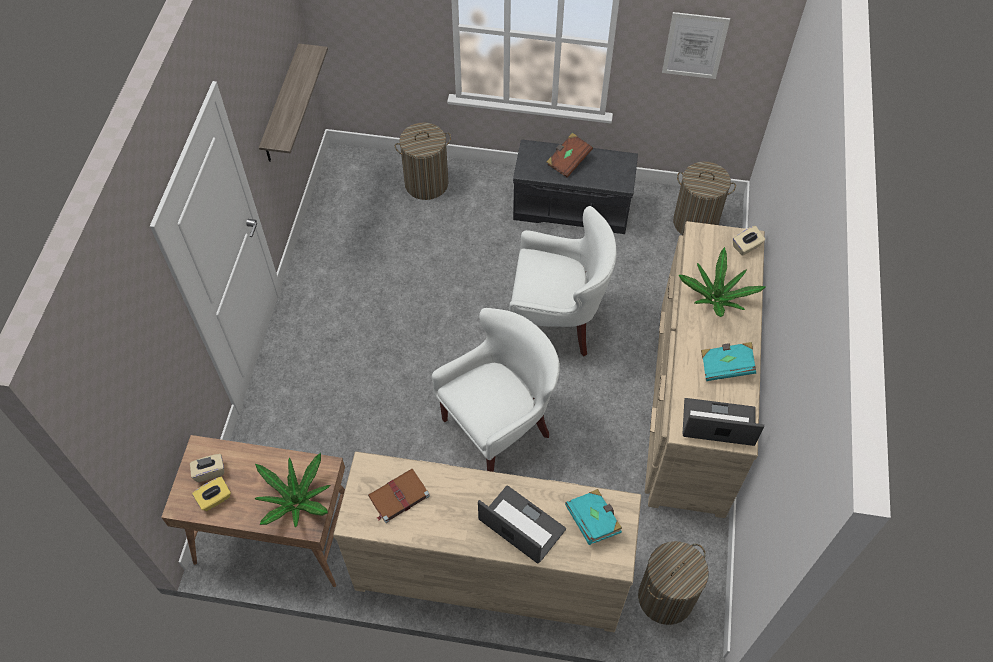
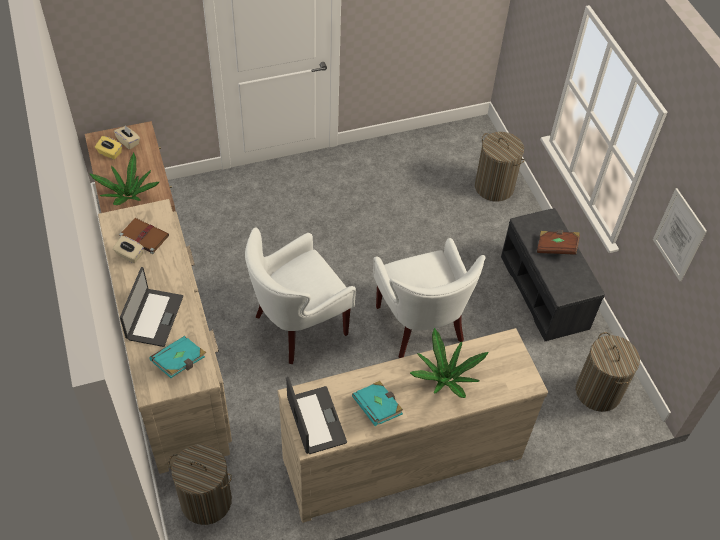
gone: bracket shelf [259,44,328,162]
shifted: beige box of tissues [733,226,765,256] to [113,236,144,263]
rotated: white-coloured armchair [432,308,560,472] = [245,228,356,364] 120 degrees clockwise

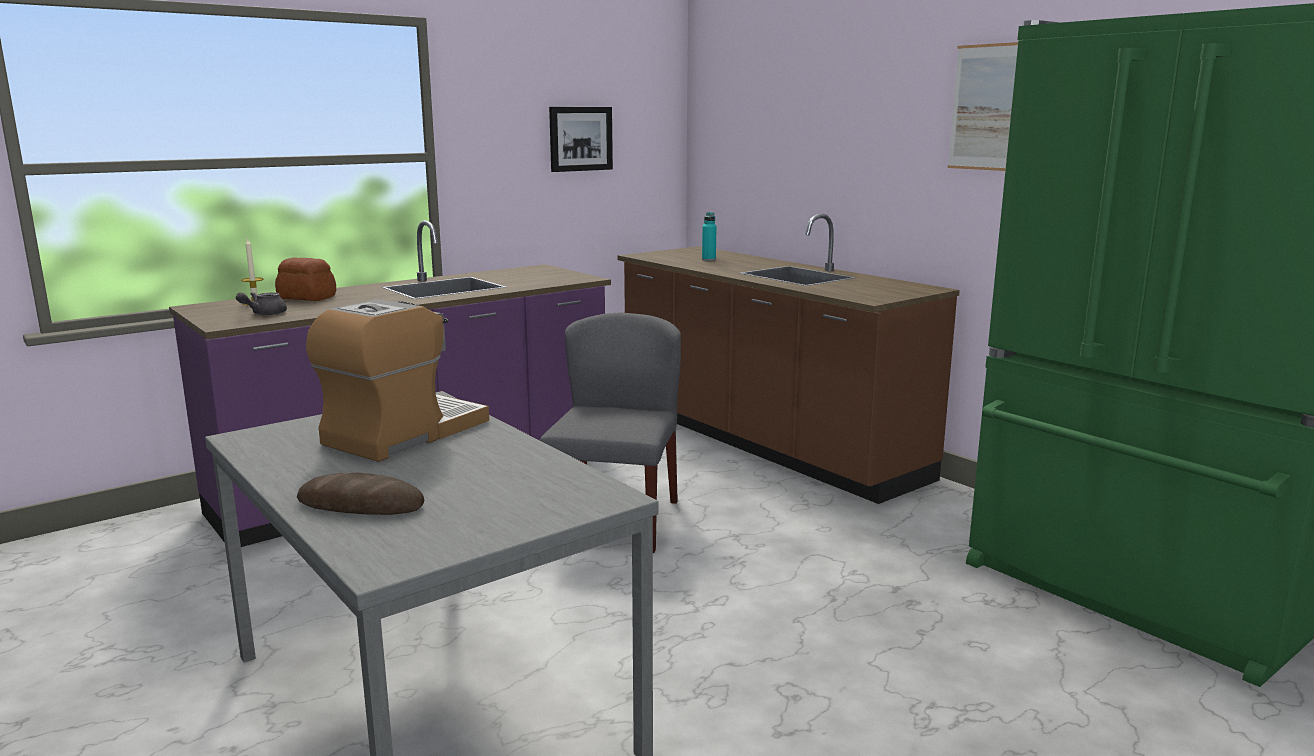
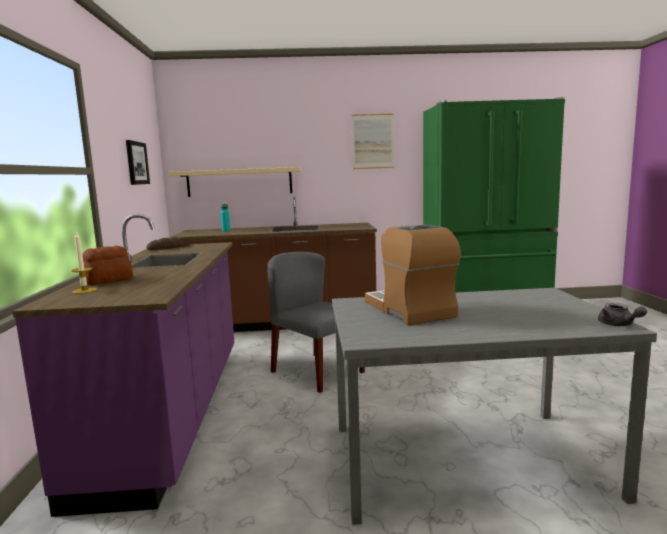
new: beige bracket shelf [168,167,301,197]
shifted: greyish tea pot [236,292,287,315] to [598,303,647,326]; bread [297,473,425,515] to [146,237,191,250]

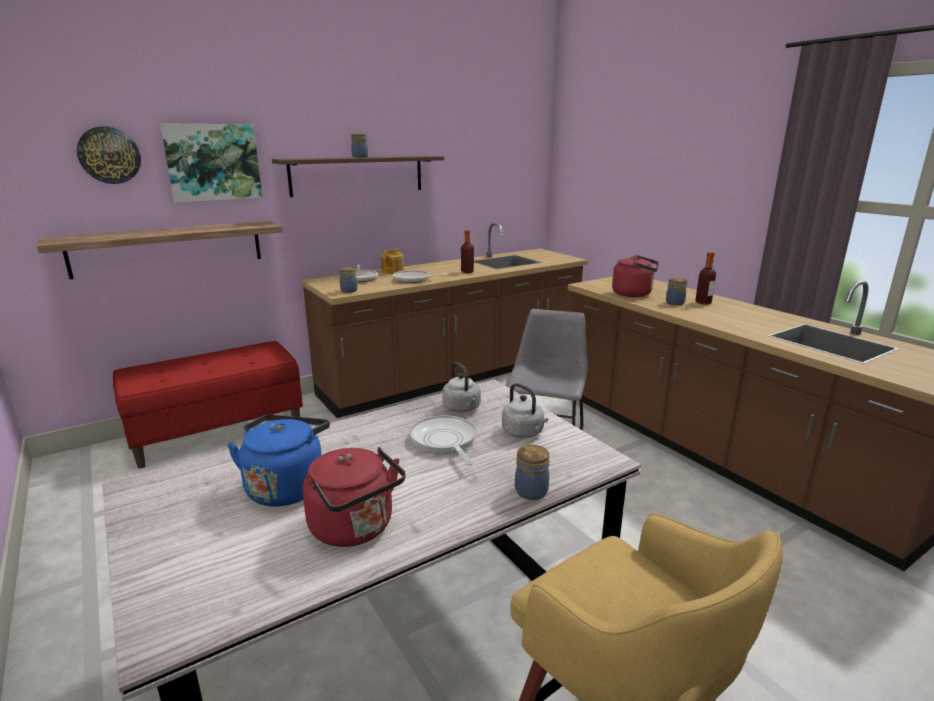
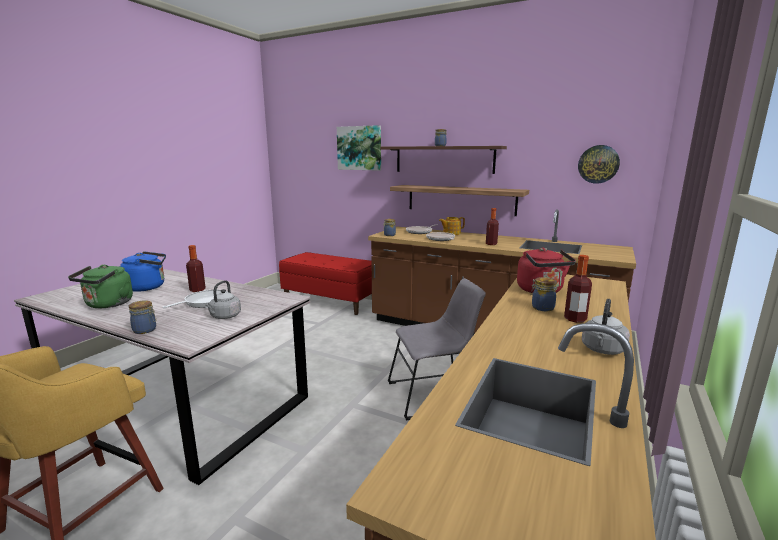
new: drink bottle [186,245,206,292]
shifted: bracket shelf [37,221,283,279] to [390,185,529,216]; clock on the wall [77,126,141,184] to [578,145,620,184]; greyish kettle [442,362,481,412] to [582,299,630,355]
repainted: red-coloured kettle [303,447,406,547] to greenish kettle [68,265,133,308]

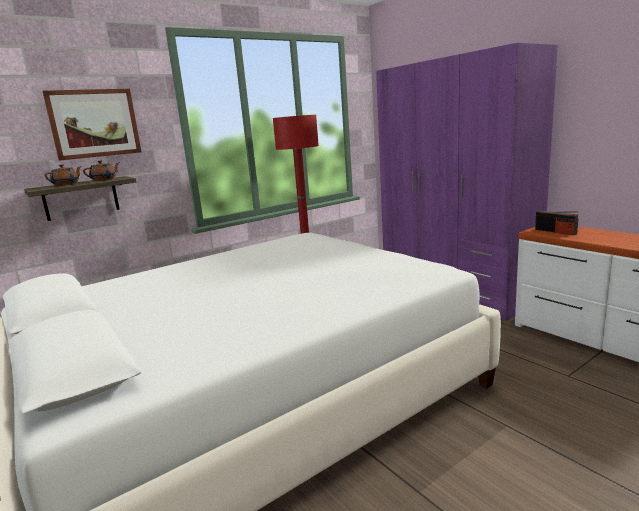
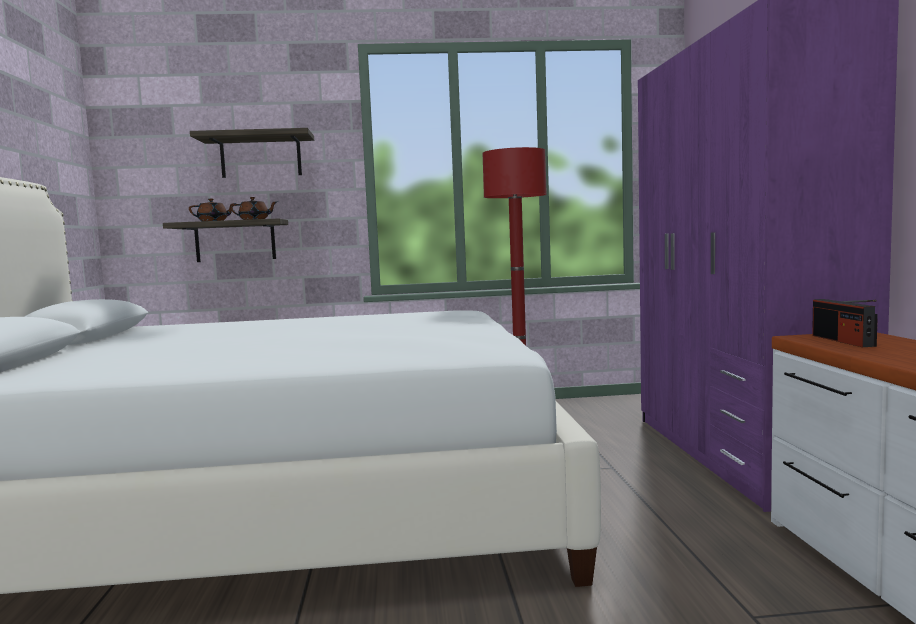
swapped: wall art [42,89,141,161] to bracket shelf [190,128,314,178]

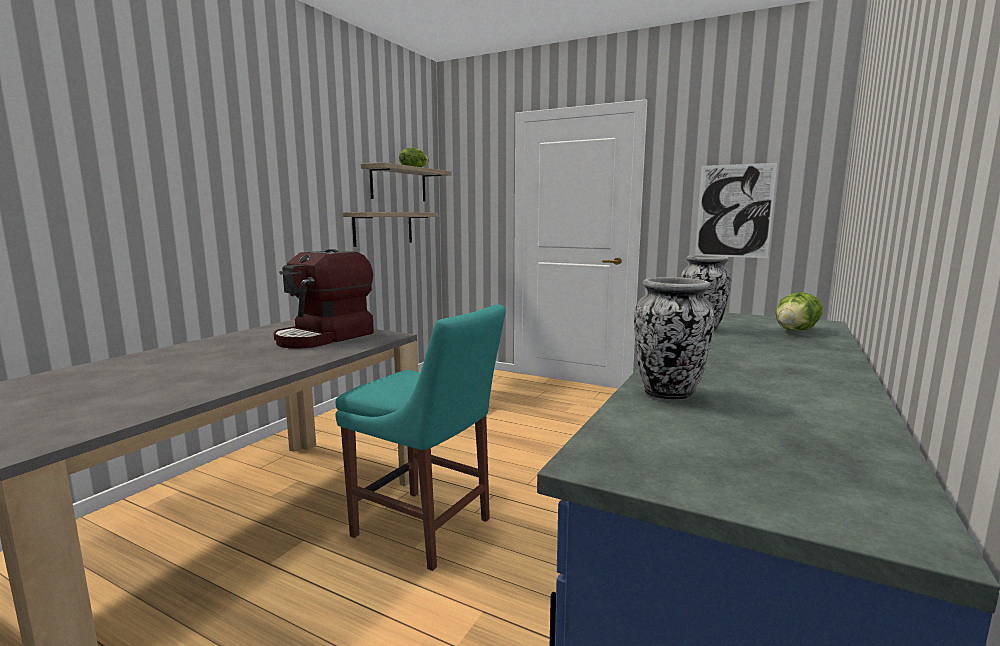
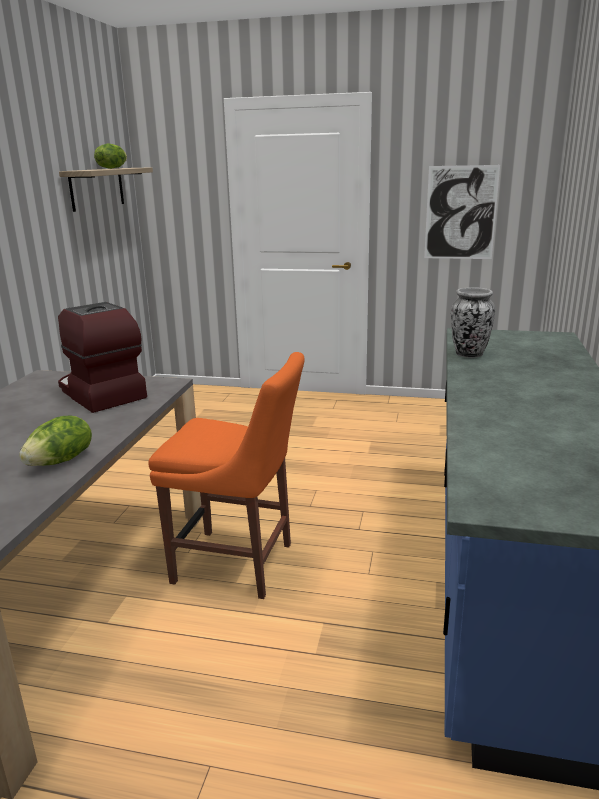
gone: bracket shelf [343,212,438,247]; decorative vase [634,277,715,401]
shifted: lettuce [776,292,823,331] to [19,415,92,466]
repainted: turquoise chair [335,304,506,571] to orangey chair [148,352,305,599]
rotated: coffee machine [274,249,374,348] = [58,302,147,413] 120 degrees clockwise

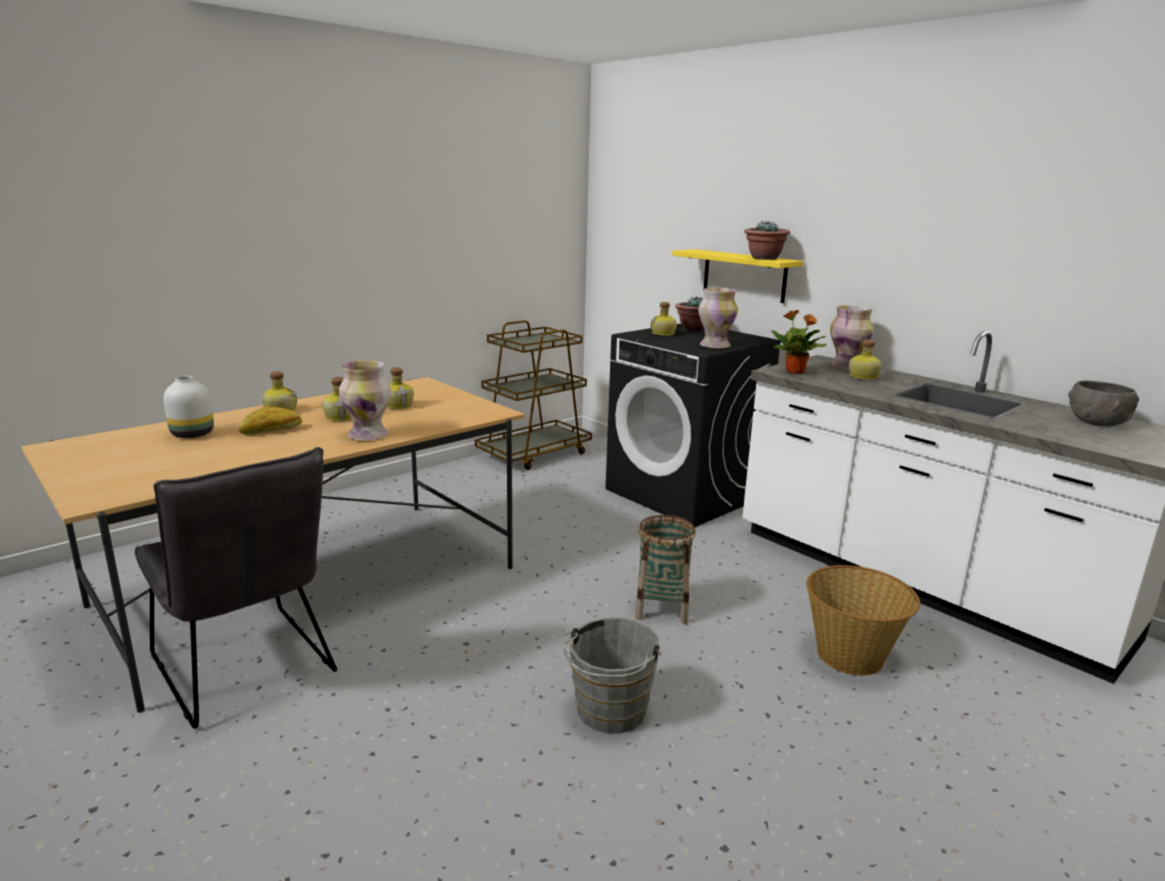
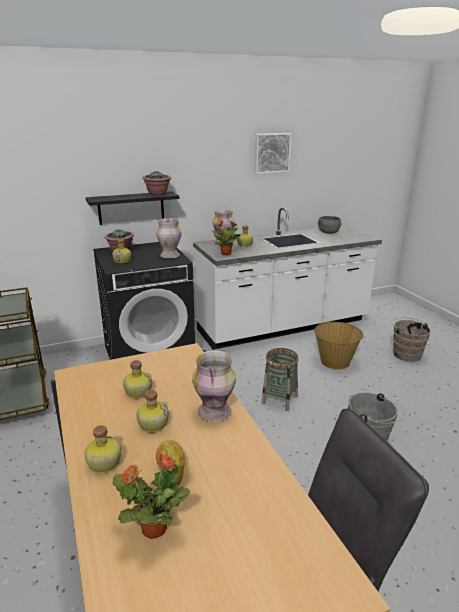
new: wall art [255,133,291,174]; brown-coloured water bucket [392,317,431,362]
swapped: white-coloured decorative vase [163,376,214,438] to houseplant [112,454,190,539]
repainted: yellow-coloured bracket shelf [672,249,803,303] to black-coloured bracket shelf [86,191,179,225]

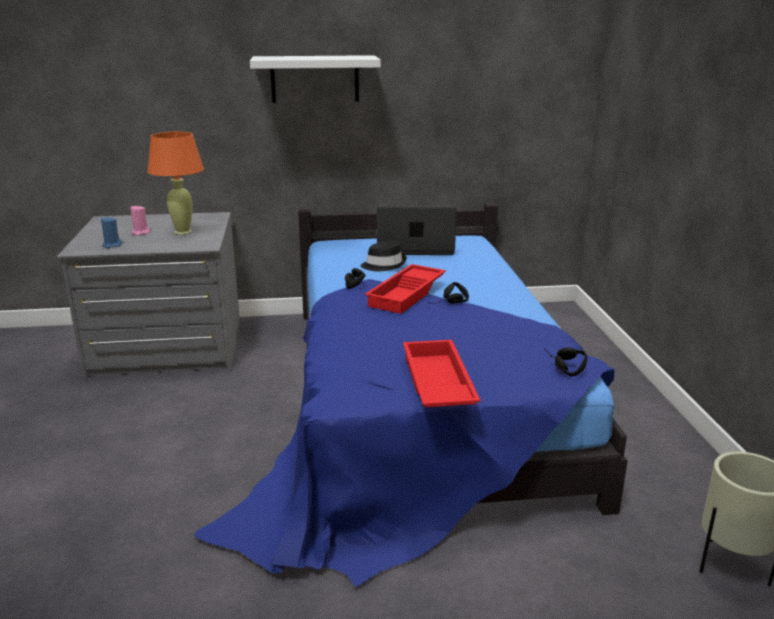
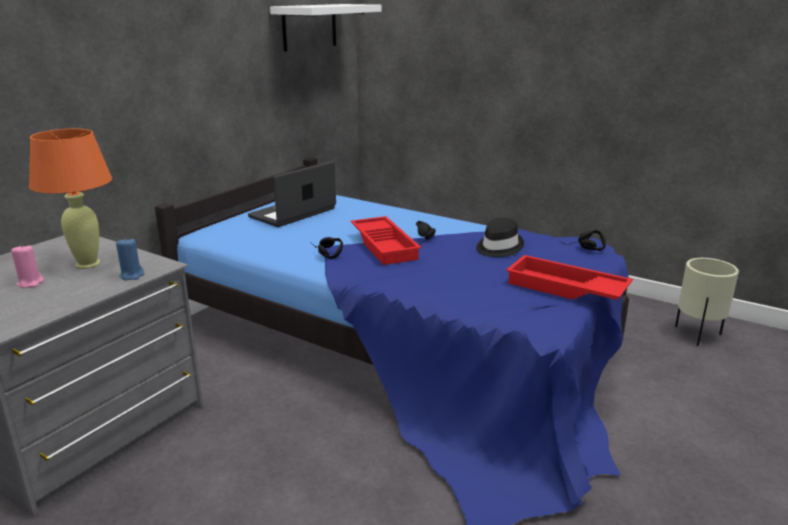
shifted: blue wax candle [101,217,122,249] to [116,238,144,280]; white-coloured bracket shelf [250,55,381,103] to [270,4,382,51]; black-coloured wearable hat [361,240,407,271] to [476,218,524,257]

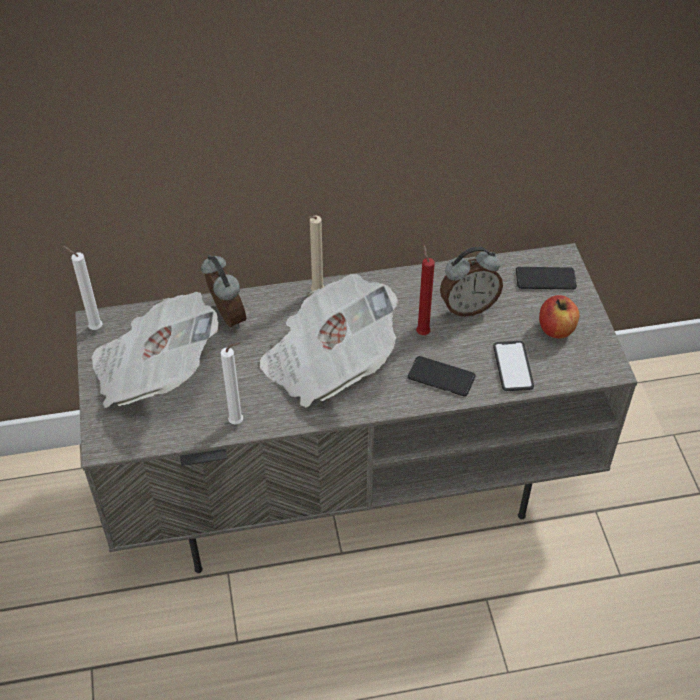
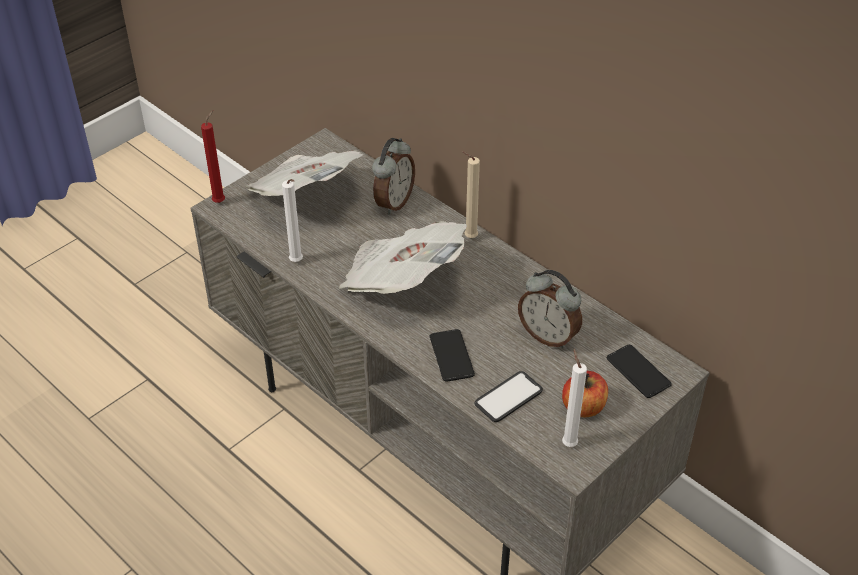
shifted: white-coloured wax candle [63,246,103,330] to [562,349,587,447]; red-coloured wax candle [416,245,435,335] to [201,111,225,203]

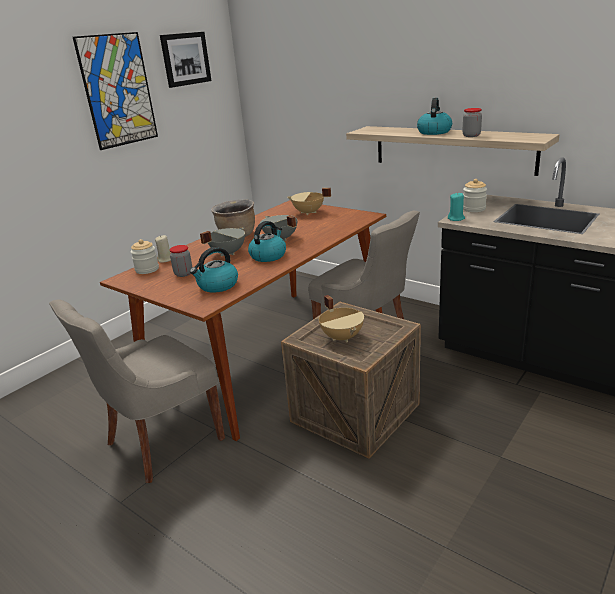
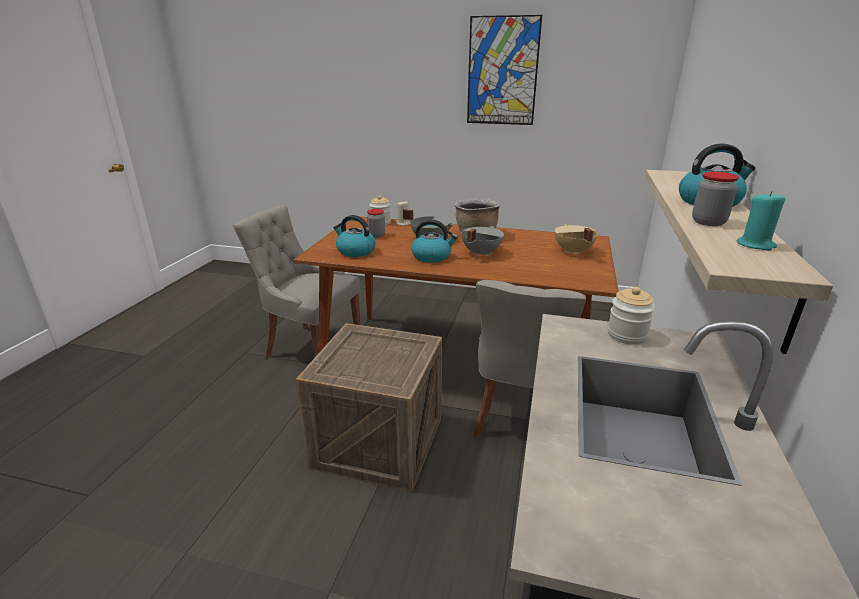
gone: wall art [160,32,211,88]; beige cooking pot [319,295,364,342]
shifted: turquoise wax candle [448,192,465,221] to [736,191,785,251]

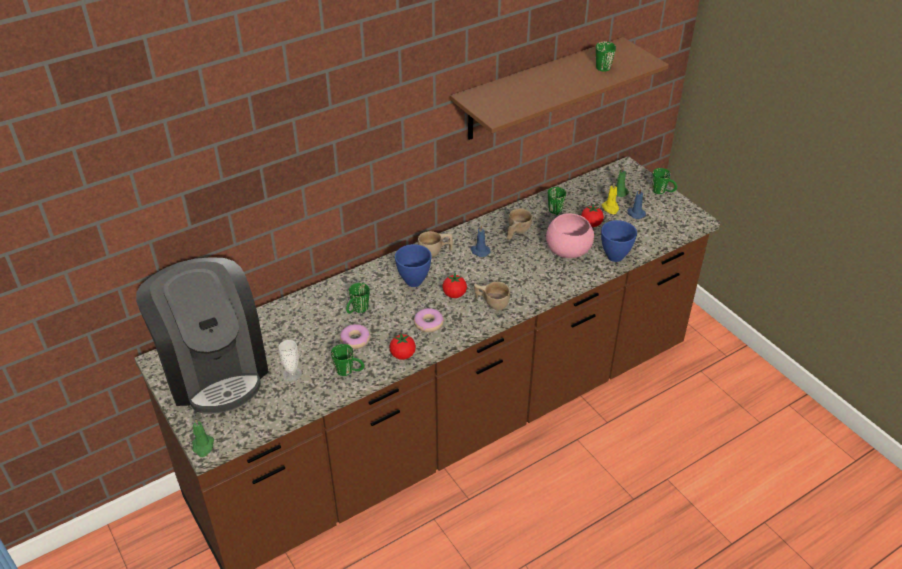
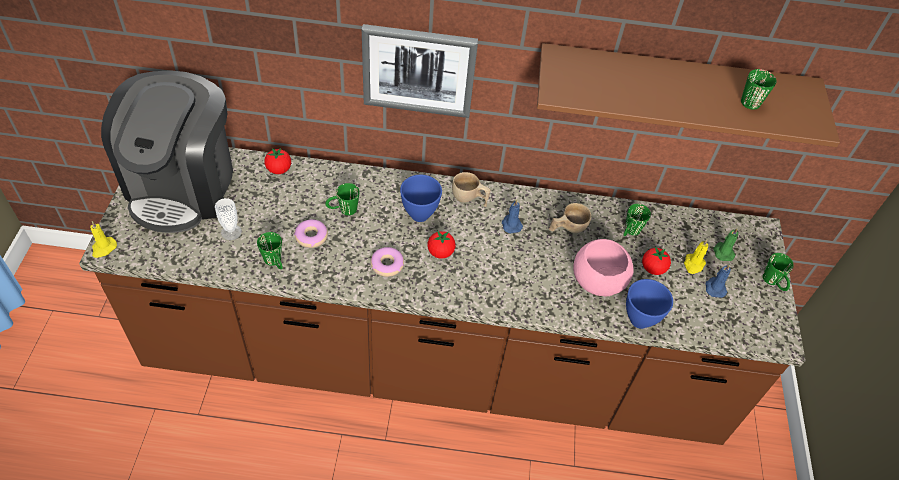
gone: beige small cup [474,282,510,310]
new: wall art [362,24,478,118]
shifted: fresh tomato [389,333,416,360] to [265,148,291,174]
repainted: greenish wax candle [192,418,214,457] to yellow-coloured wax candle [90,221,117,258]

